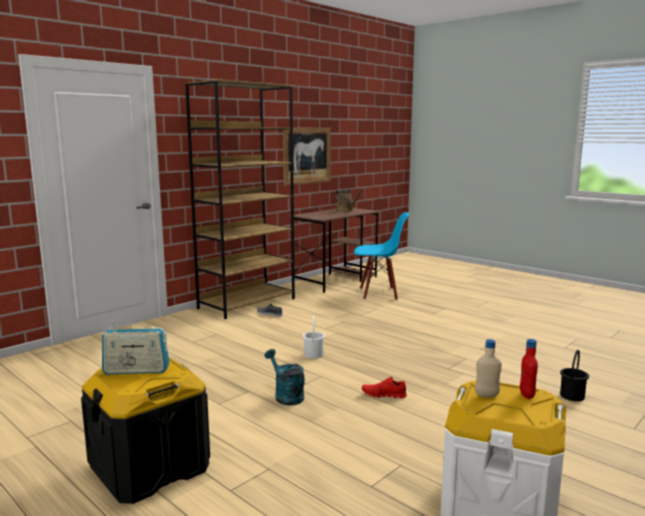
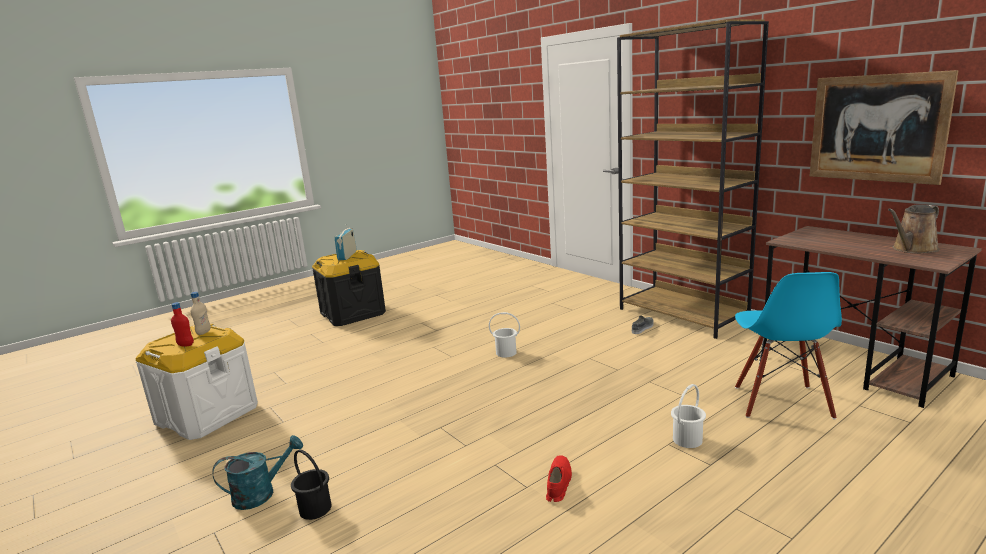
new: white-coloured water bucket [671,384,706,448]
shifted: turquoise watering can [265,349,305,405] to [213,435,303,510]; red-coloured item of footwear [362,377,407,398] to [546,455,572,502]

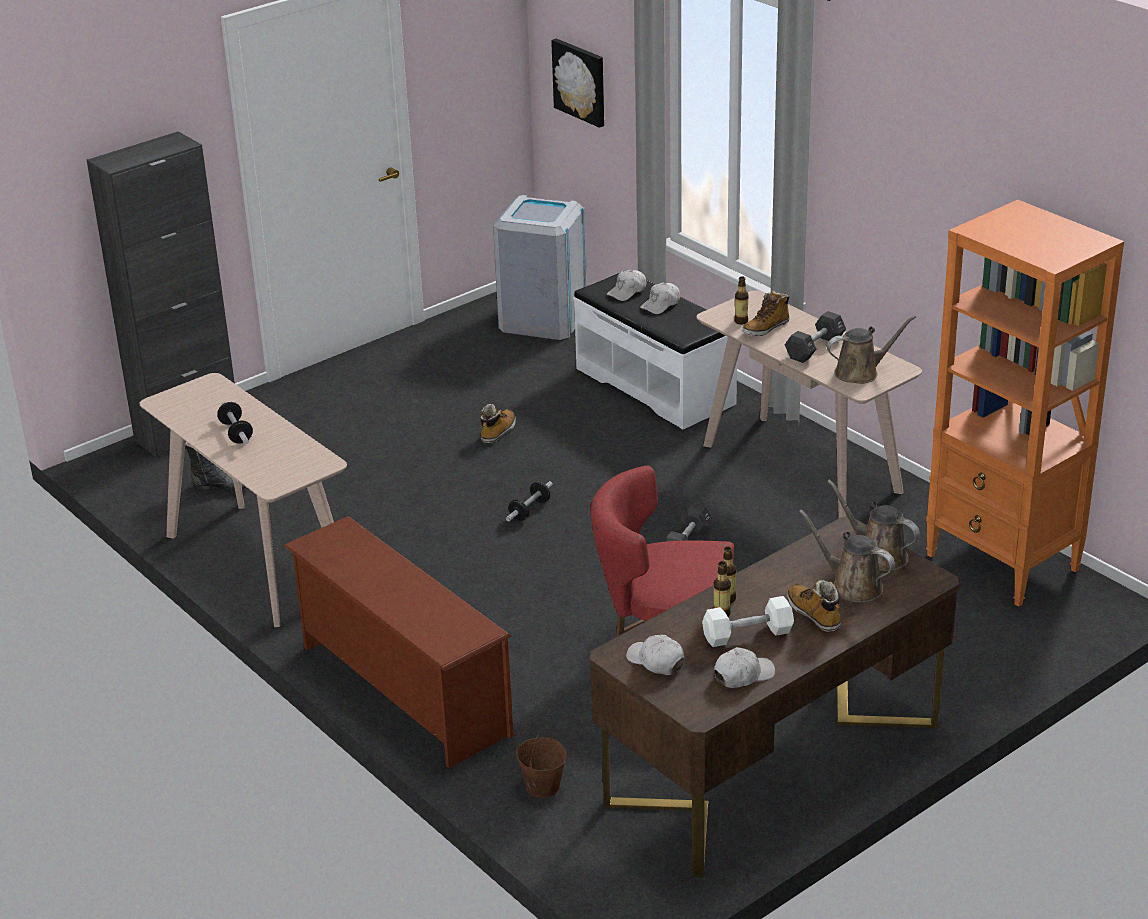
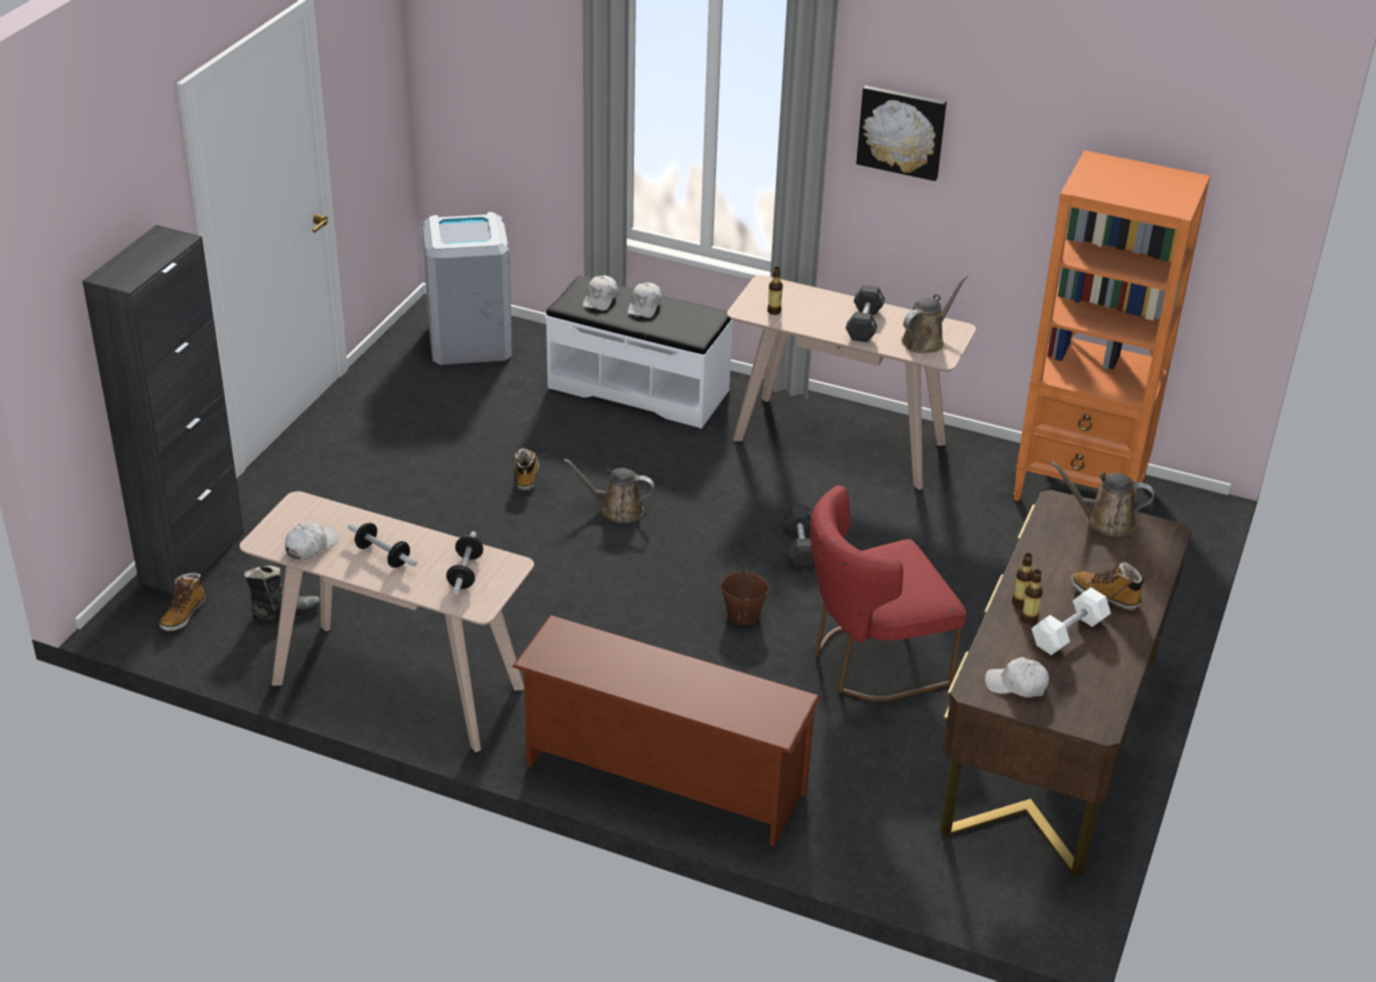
shifted: hand weight [506,481,553,521] to [446,531,483,594]; brown-coloured water bucket [516,729,567,798] to [720,563,769,625]; wall art [551,39,604,128] to [856,85,946,181]; white-coloured peaked cap [714,647,775,688] to [285,522,339,560]; tall boot [742,290,790,336] to [159,572,206,631]; brown-coloured watering can [799,510,895,602] to [564,459,655,523]

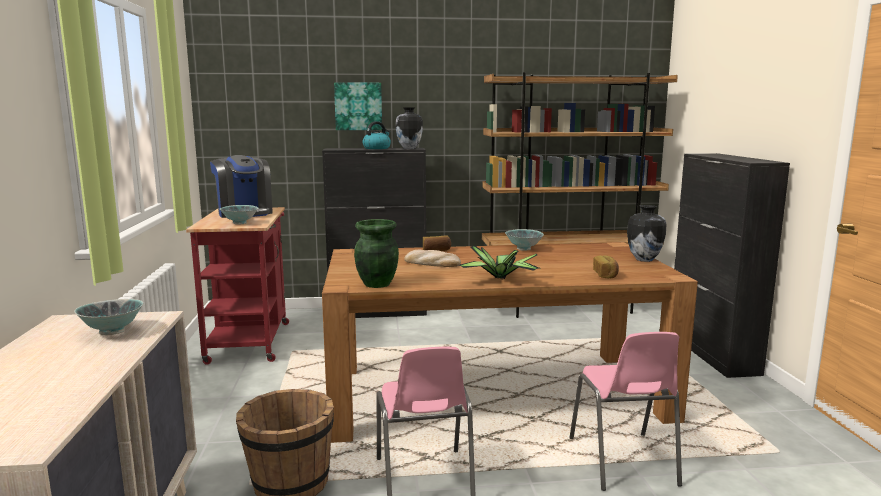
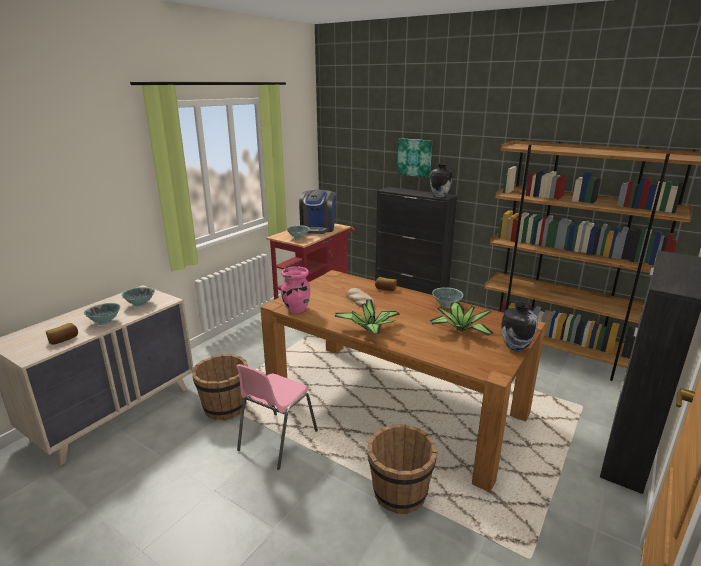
gone: kettle [362,121,391,149]
new: bowl [84,303,121,325]; houseplant [429,302,494,336]
shifted: bread [593,255,619,279] to [46,323,78,345]
swapped: pink-coloured chair [569,332,682,491] to brown-coloured water bucket [367,425,437,514]
repainted: greenish decorative vase [354,219,399,288] to pink-coloured decorative vase [281,266,310,313]

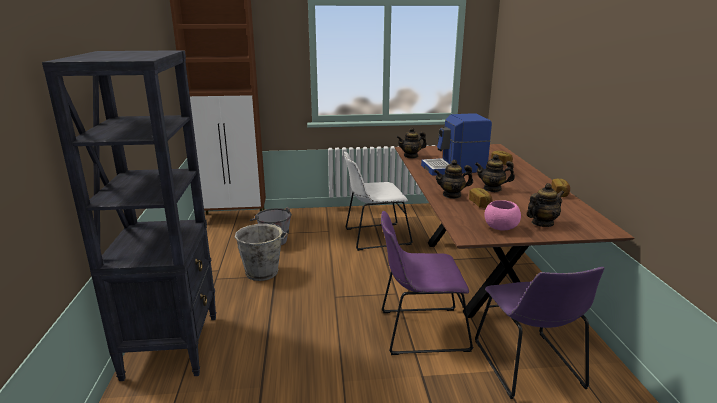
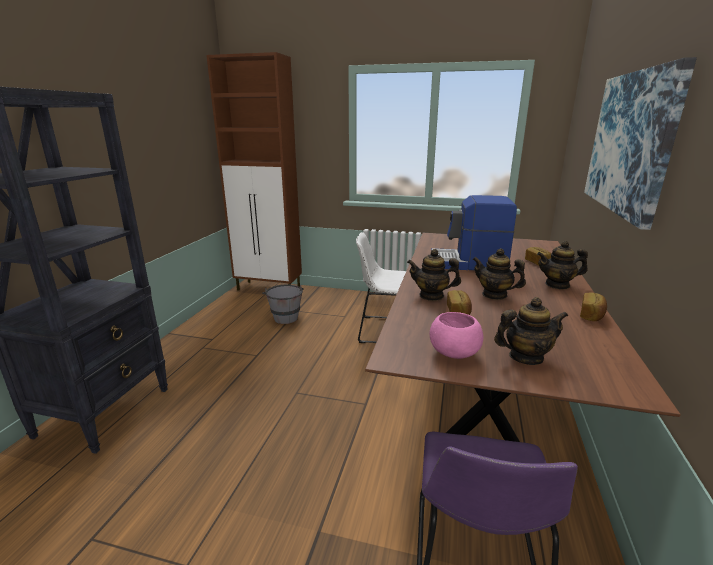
gone: greyish water bucket [235,224,288,281]; purple chair [381,211,473,355]
new: wall art [584,57,697,230]
shifted: tea pot [397,127,427,158] to [537,241,588,289]

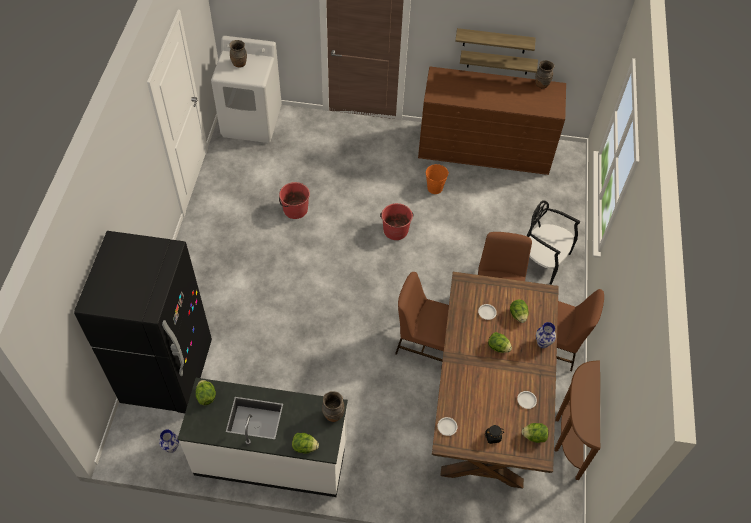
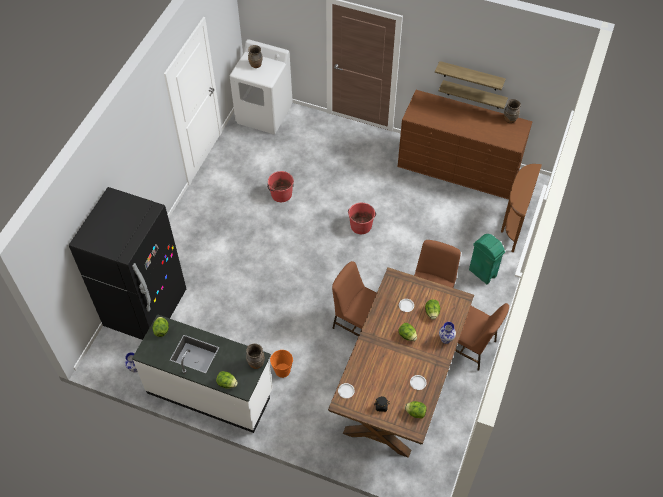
shifted: orangey water bucket [425,164,449,194] to [270,350,293,378]; brown-coloured console table [554,360,600,480] to [501,164,542,253]
swapped: black-coloured chair [527,200,580,285] to greenish trash can [469,234,505,284]

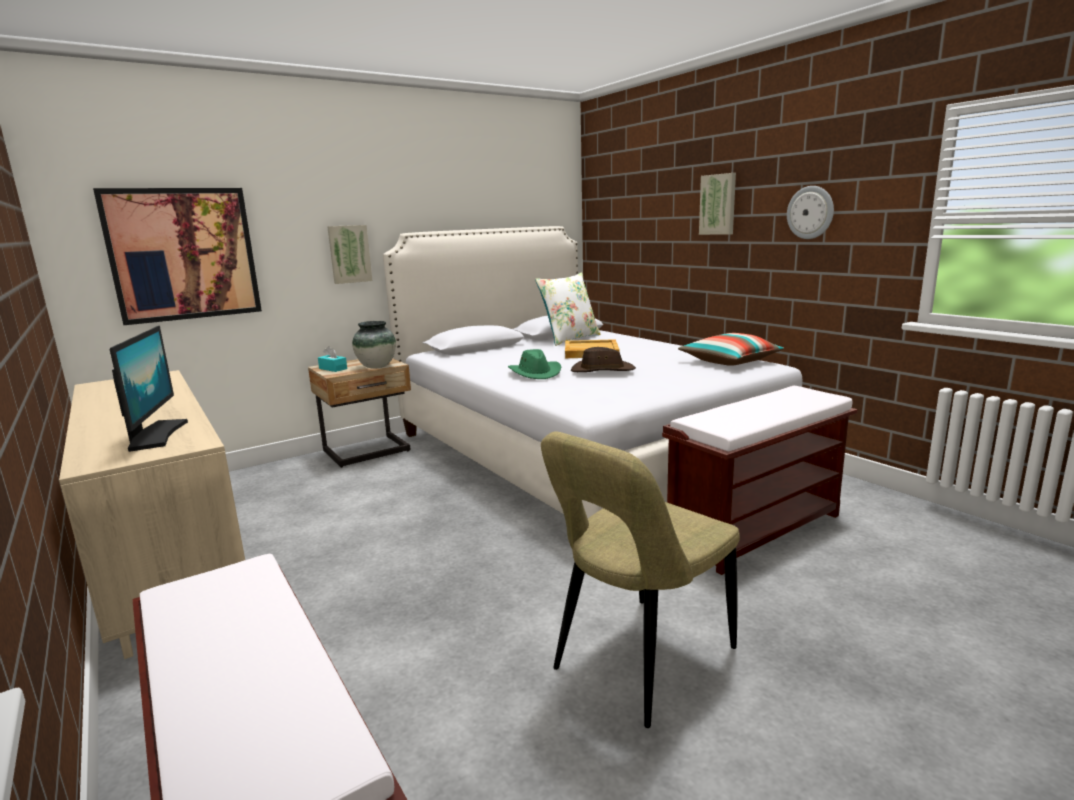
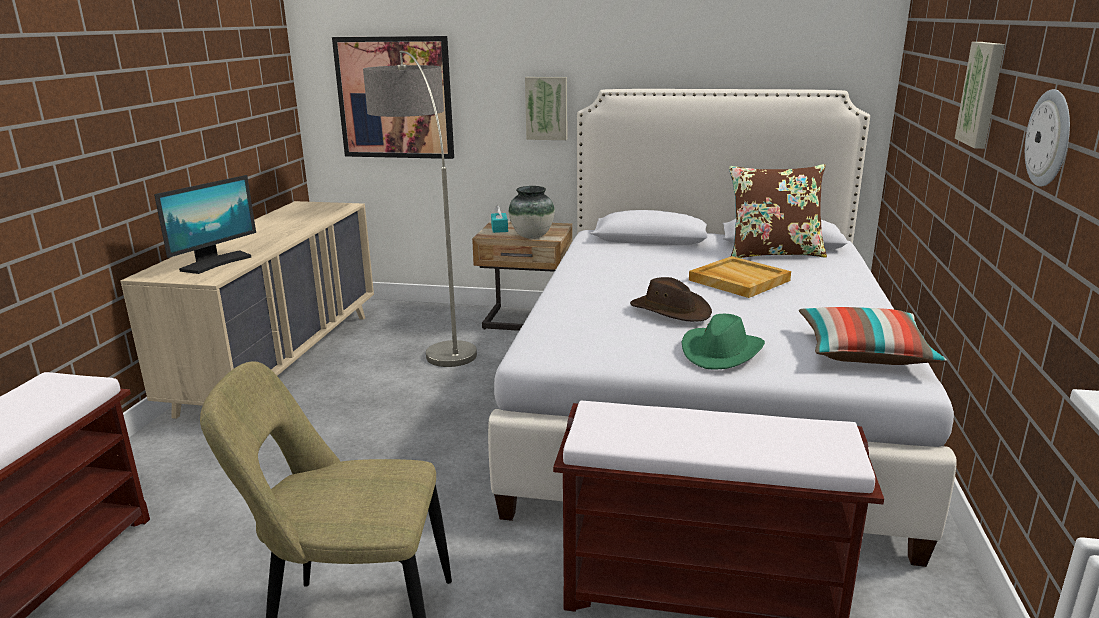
new: standing lamp [363,51,477,367]
shifted: greenish wearable hat [508,349,561,379] to [681,314,765,370]
repainted: white-coloured pillow [535,273,601,346] to brown-coloured pillow [729,164,827,258]

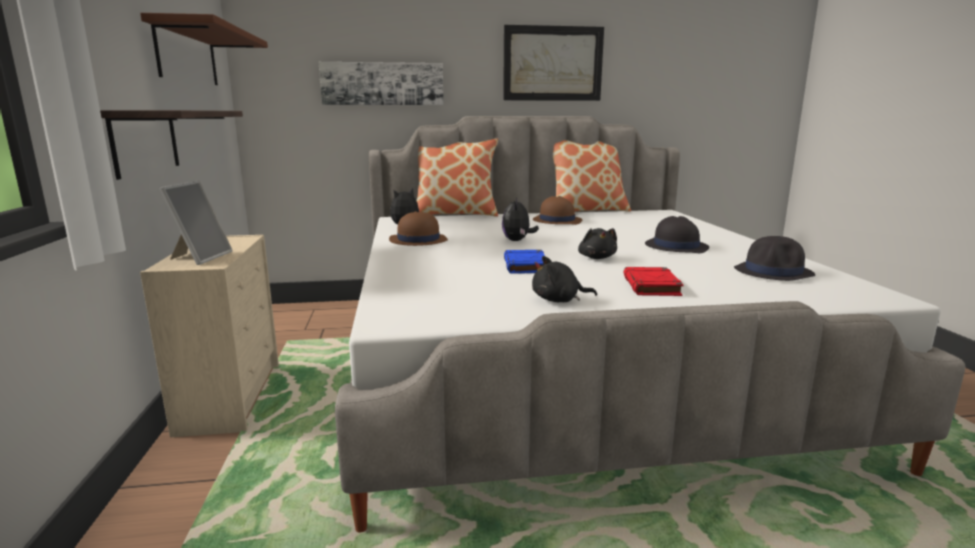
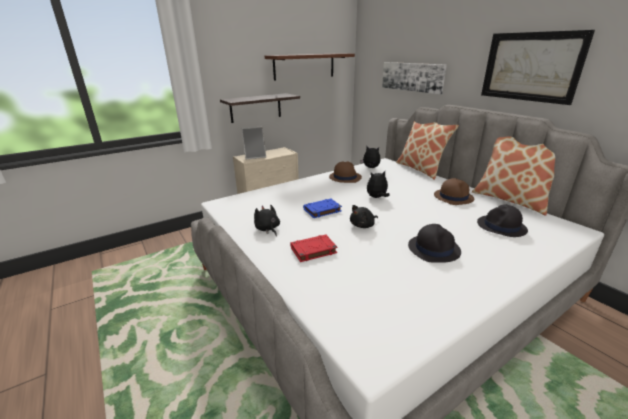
shifted: black-coloured wearable hat [734,236,815,281] to [477,204,528,237]

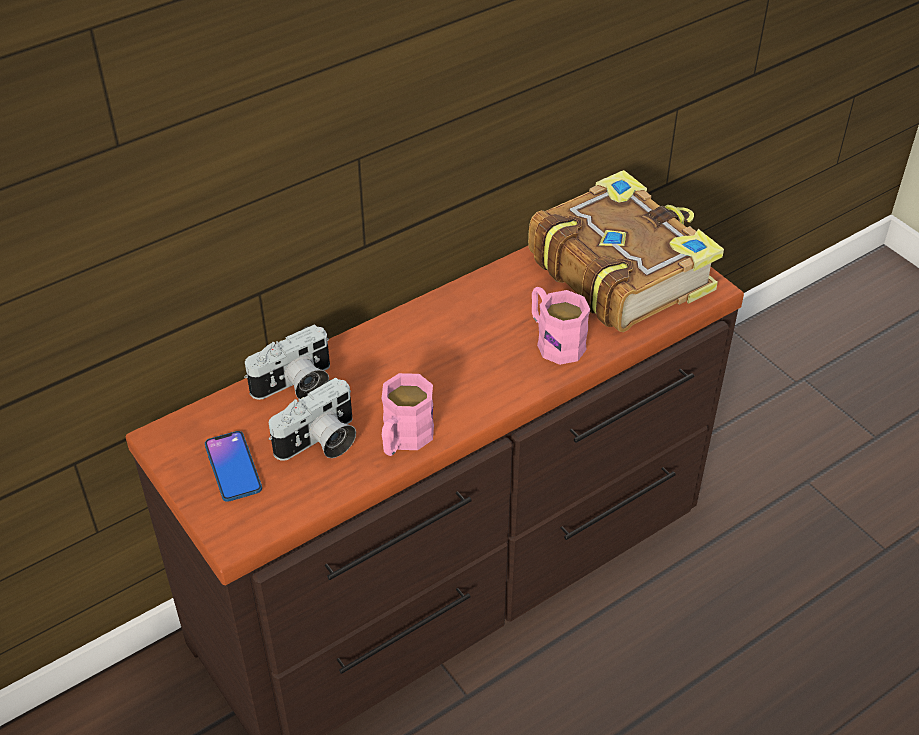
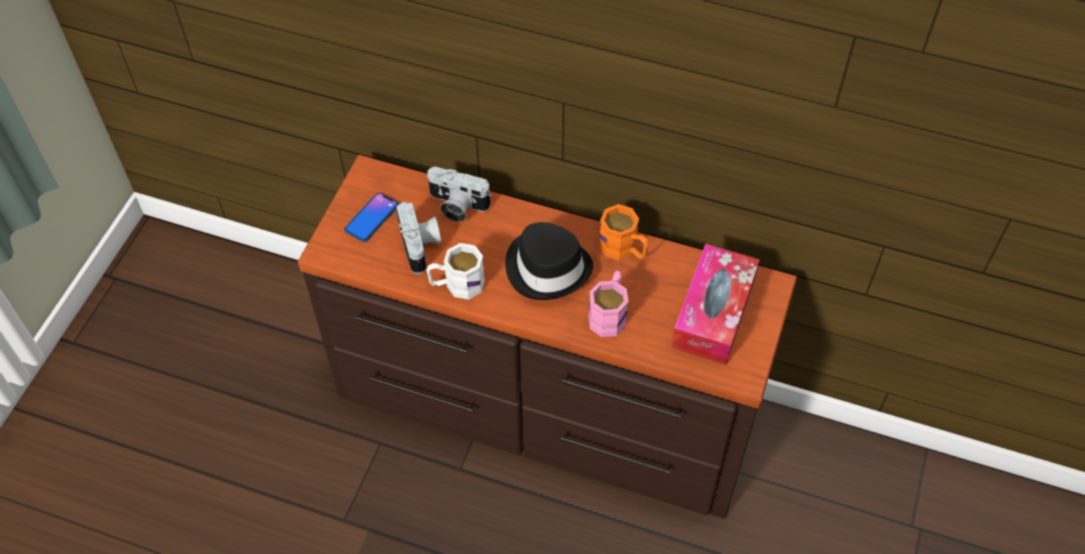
new: black-coloured wearable hat [505,222,593,300]; orangey mug [599,204,649,260]
swapped: volume [528,170,724,332] to box of tissues [671,244,760,365]
repainted: pink-coloured mug [382,373,434,456] to white-coloured mug [427,243,485,299]
rotated: photo camera [269,377,356,461] = [396,202,441,274] 120 degrees counterclockwise

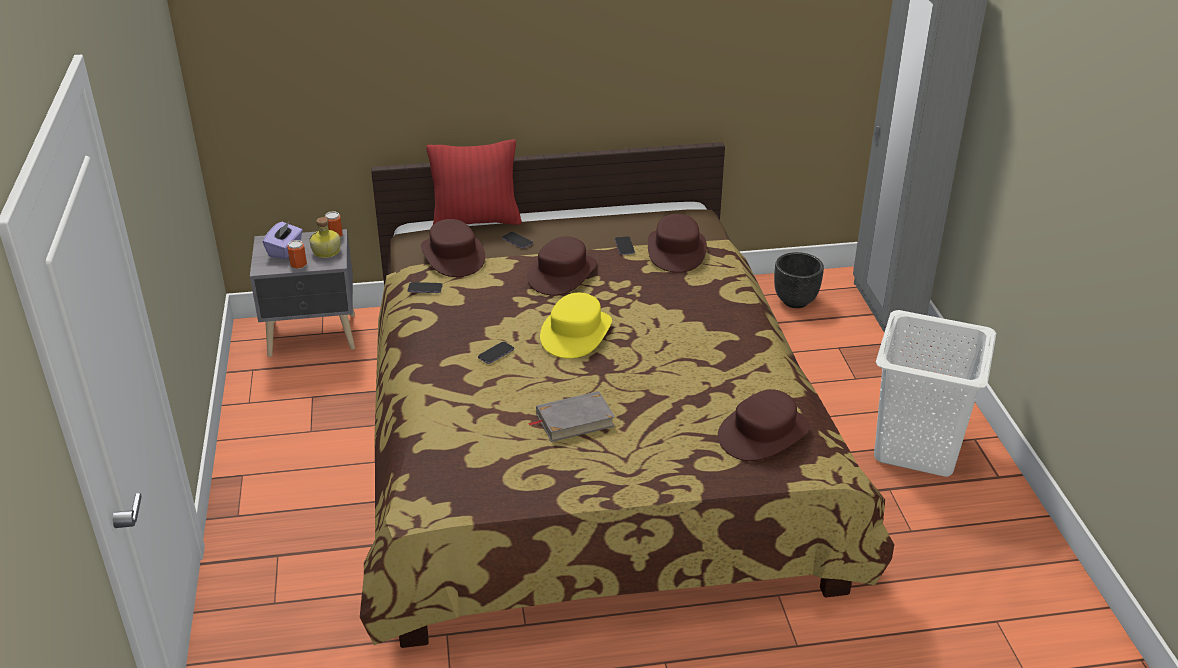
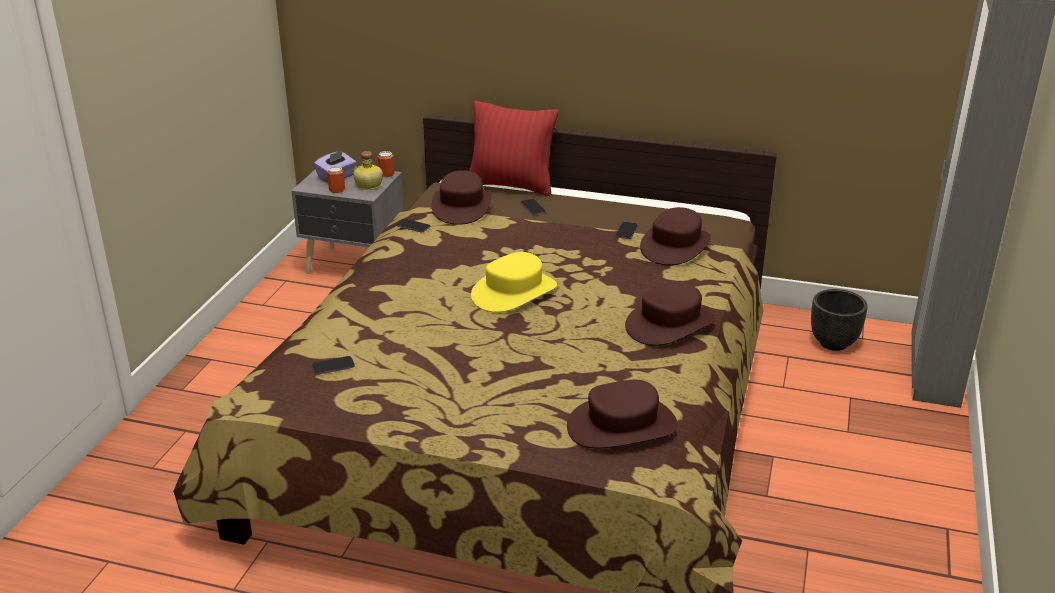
gone: greyish volume [529,391,615,442]; white-coloured laundry basket [874,310,996,477]
shifted: phone [478,342,514,364] to [311,356,355,375]; brown-coloured wearable hat [527,236,597,295] to [625,282,716,346]

